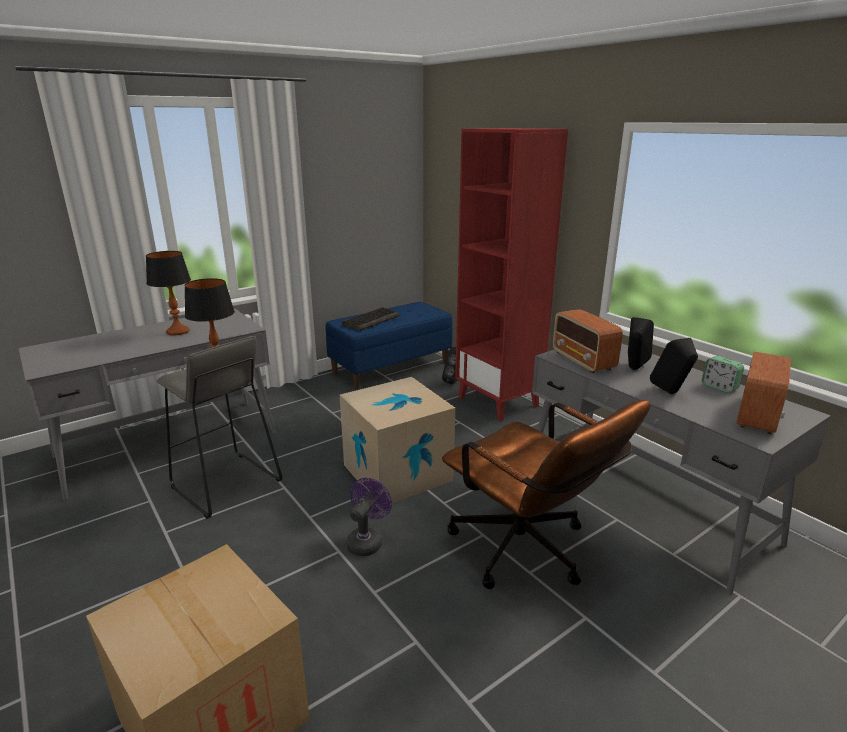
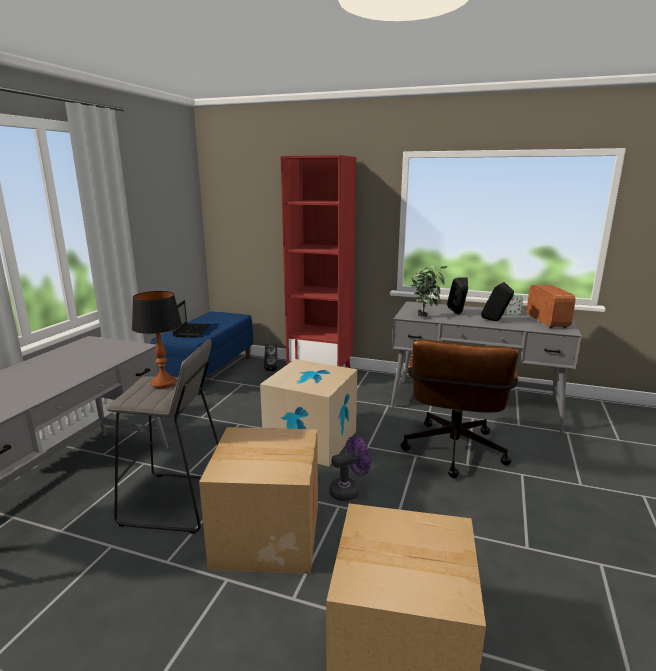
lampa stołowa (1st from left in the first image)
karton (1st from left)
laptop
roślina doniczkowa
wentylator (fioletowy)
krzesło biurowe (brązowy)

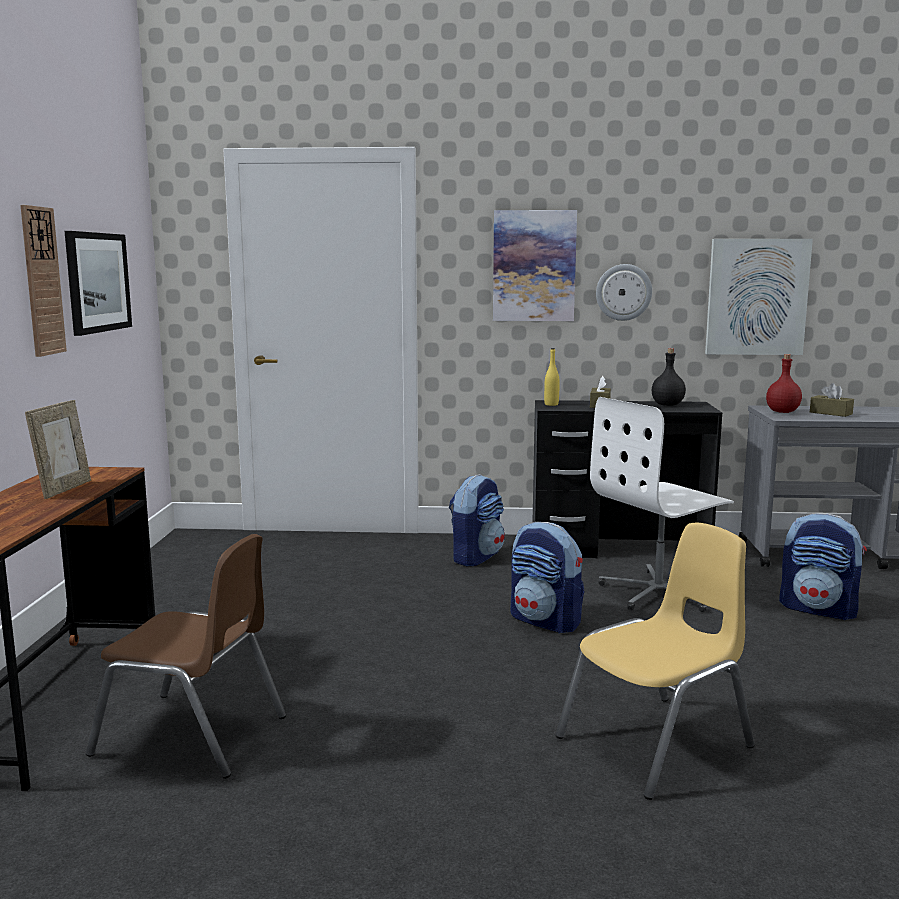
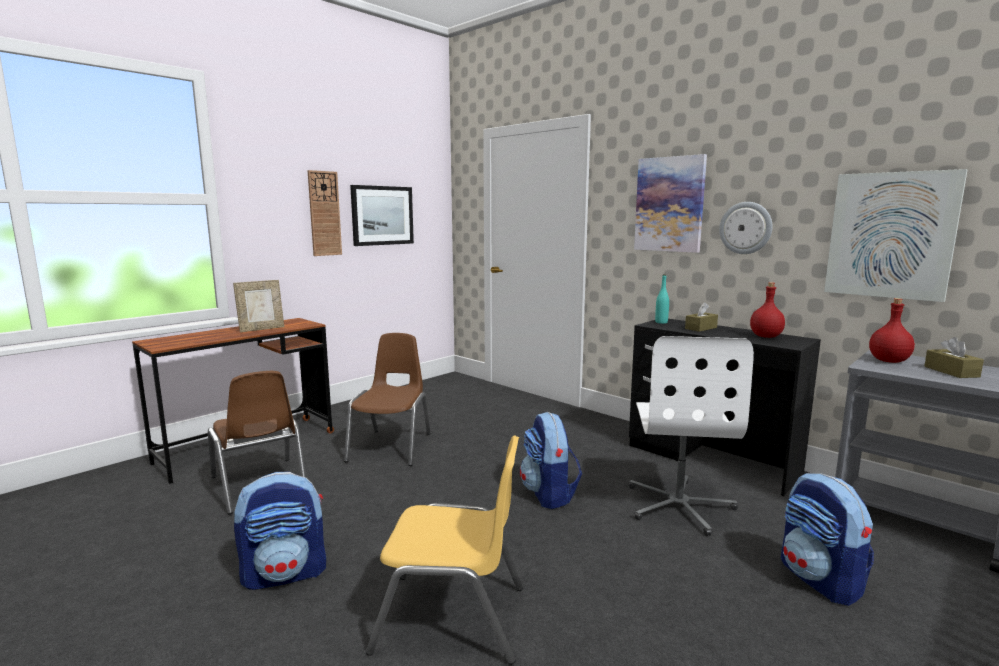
krzesło (brązowy) (2nd from left)
plecak (1st from left)
butelka (turkusowy)
butelka (czerwony) (1st from left)
krzesło biurowe (biały)

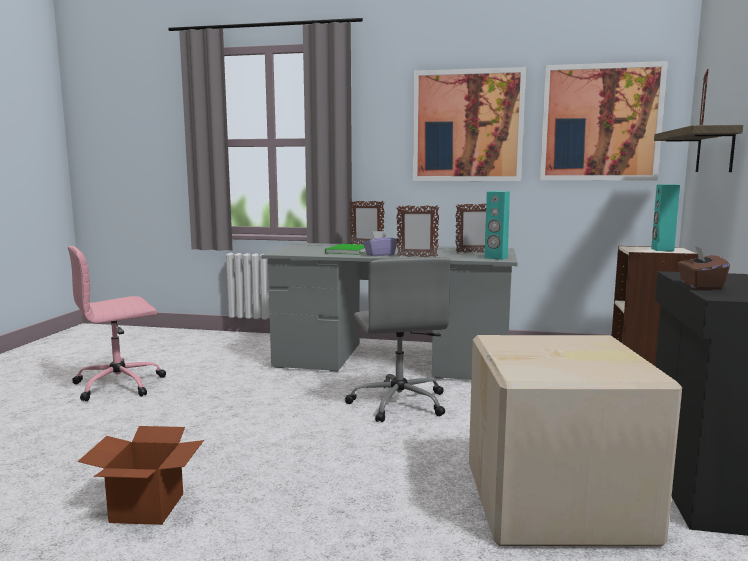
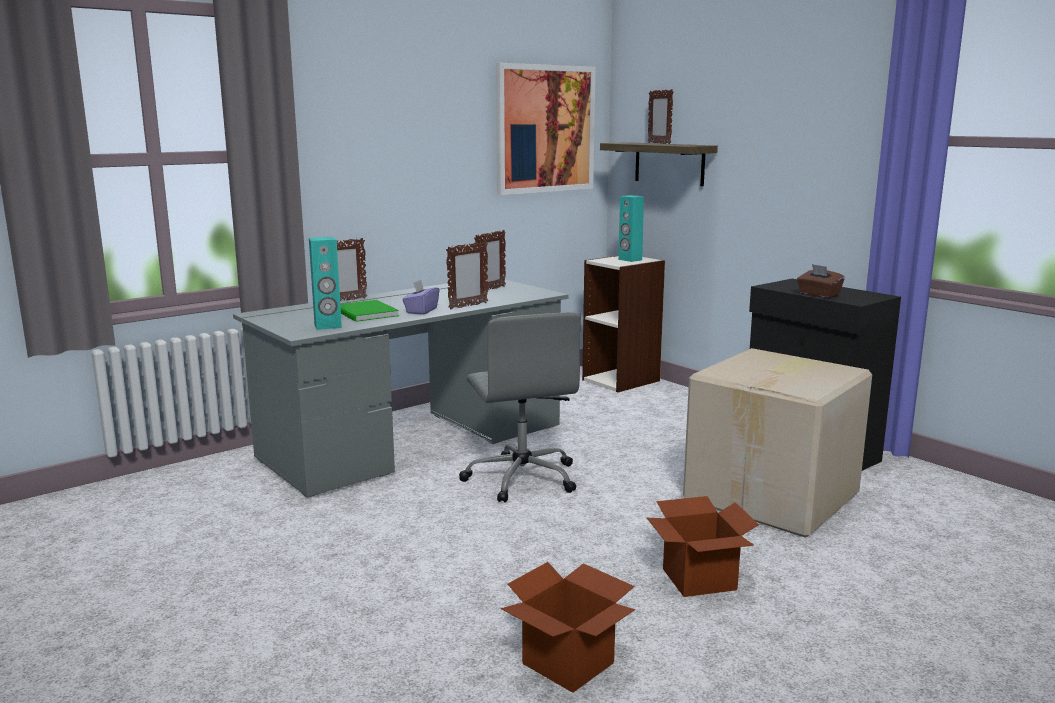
krzesło biurowe (różowy)
obraz (1st from left in the first image)
karton (2nd from left)
głośnik (turkusowy) (1st from left)
krzesło biurowe (szary)

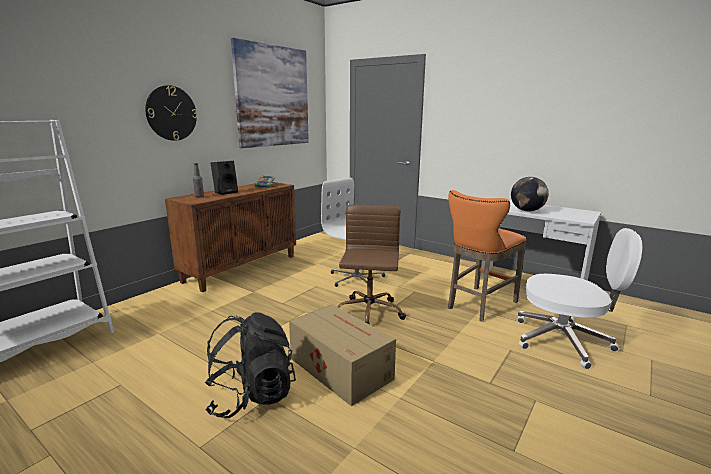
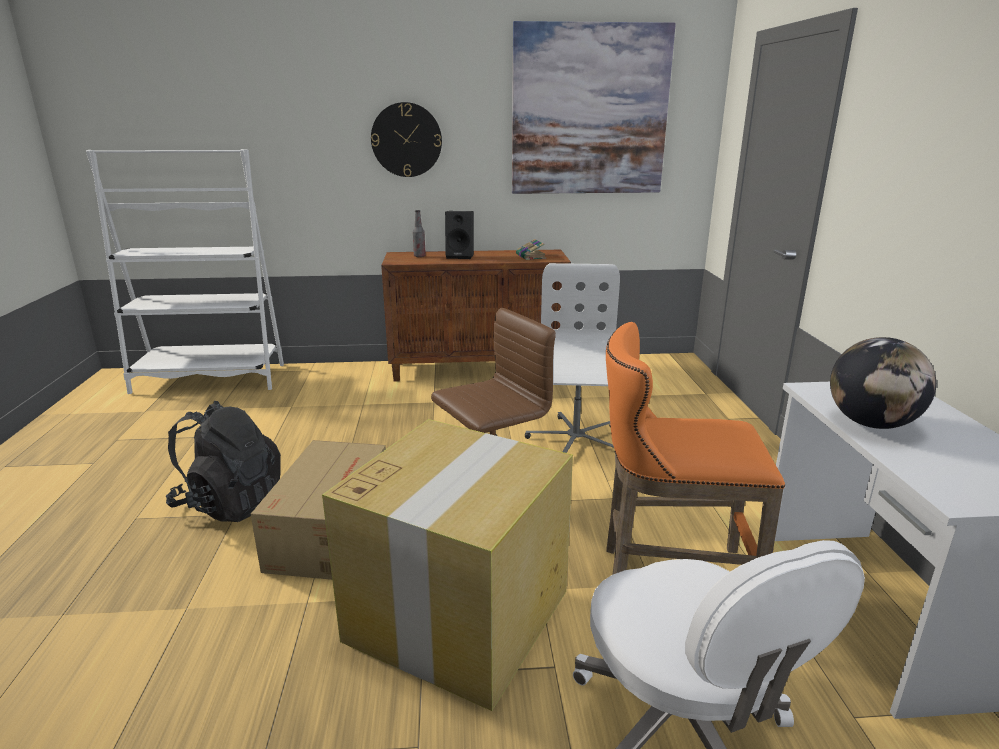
karton (2nd from left)

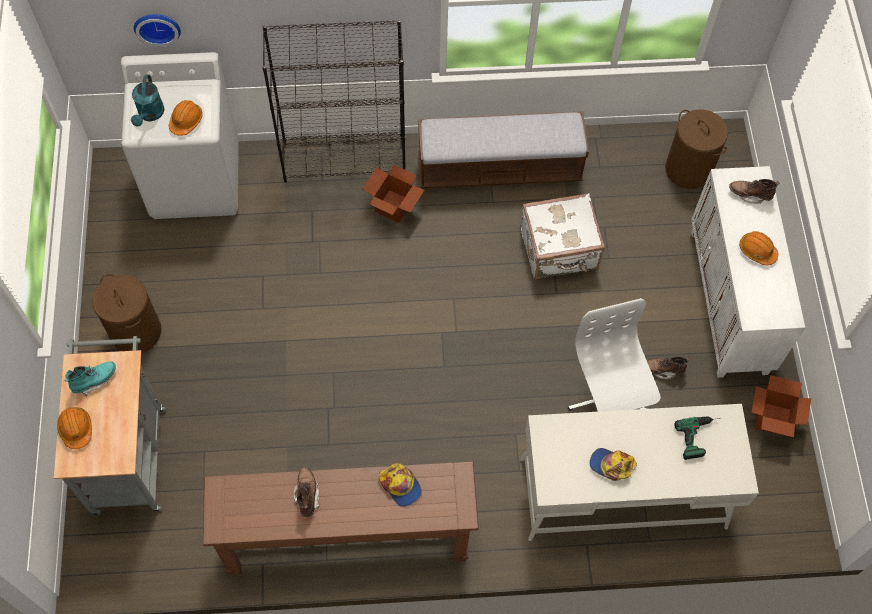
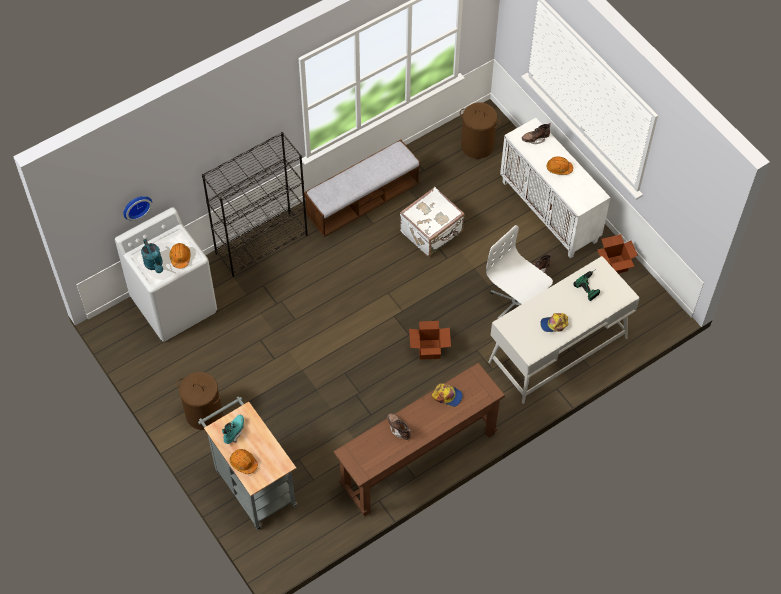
karton (1st from left)

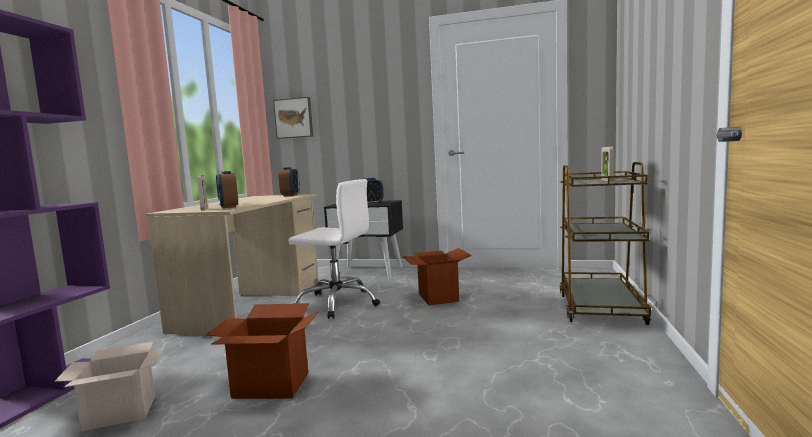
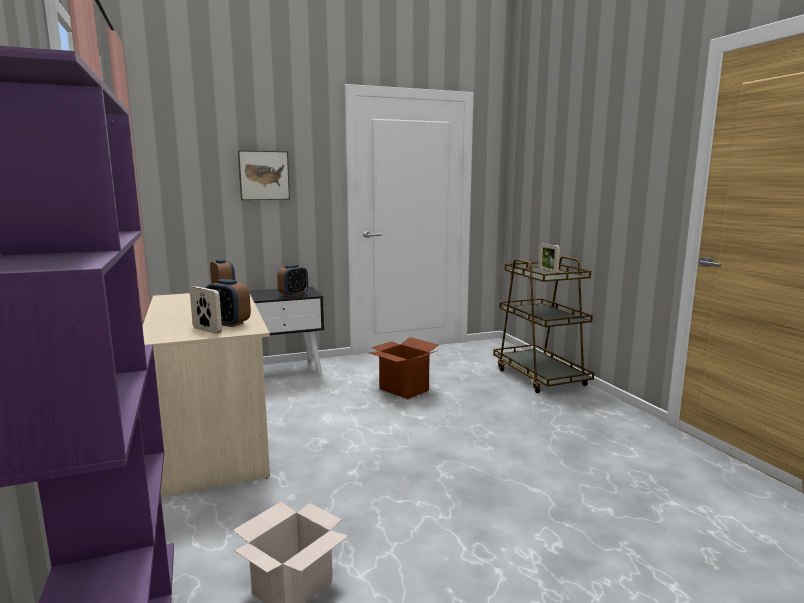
karton (2nd from left in the first image)
krzesło biurowe (biały)
obraz

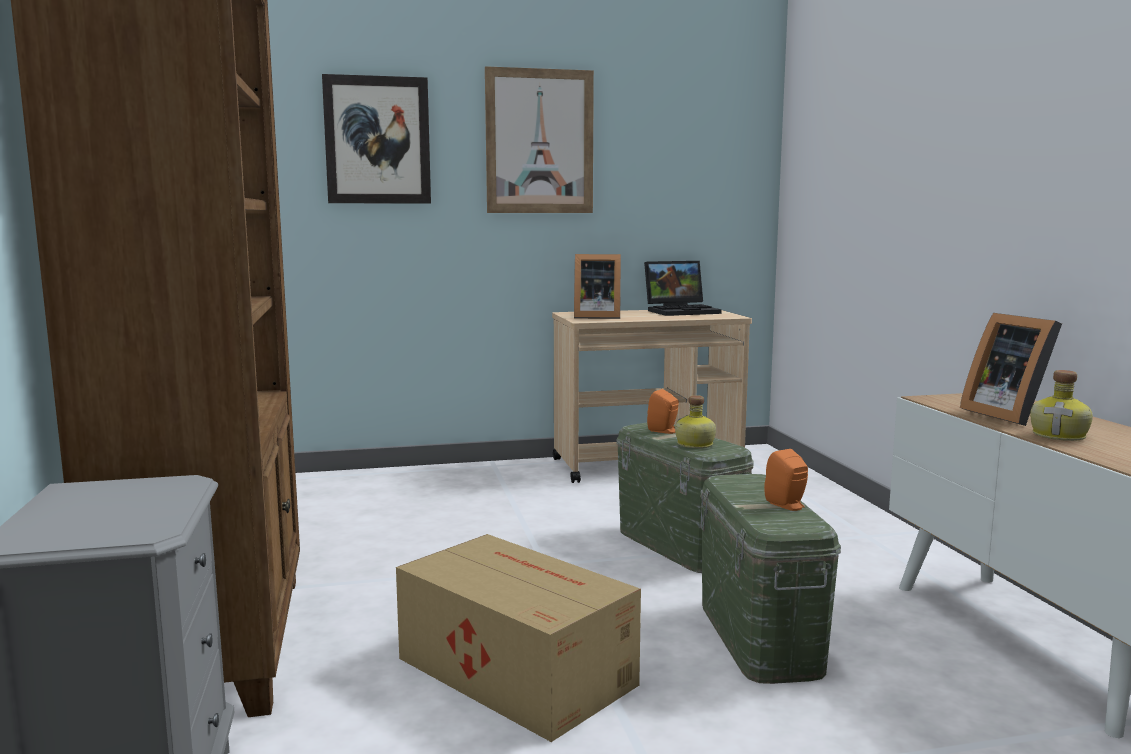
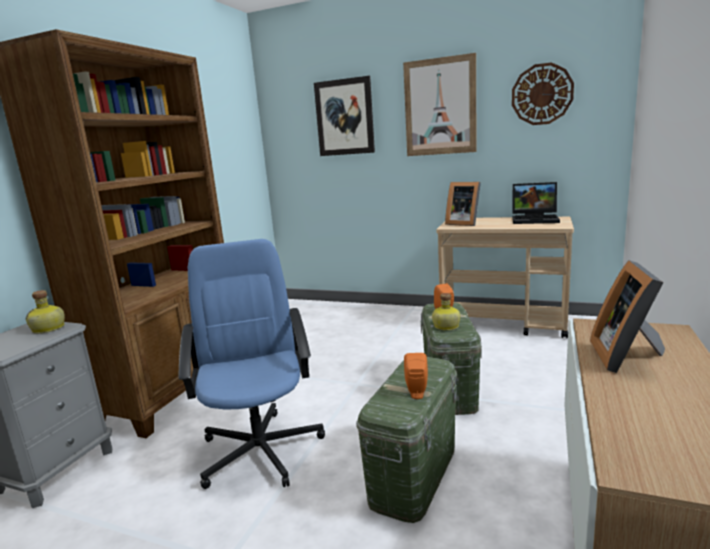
zegar ścienny
butelka (1st from left)
krzesło biurowe (niebieski)

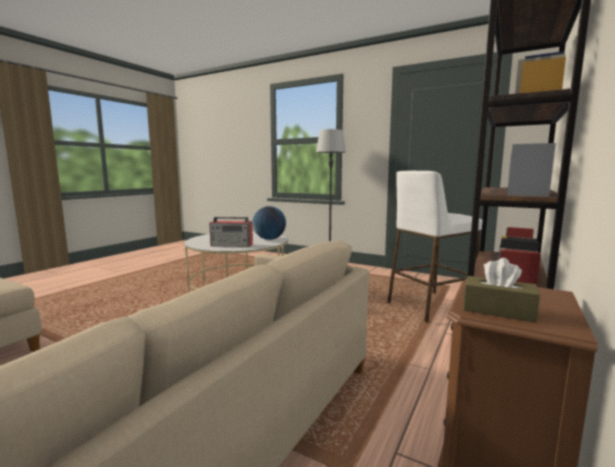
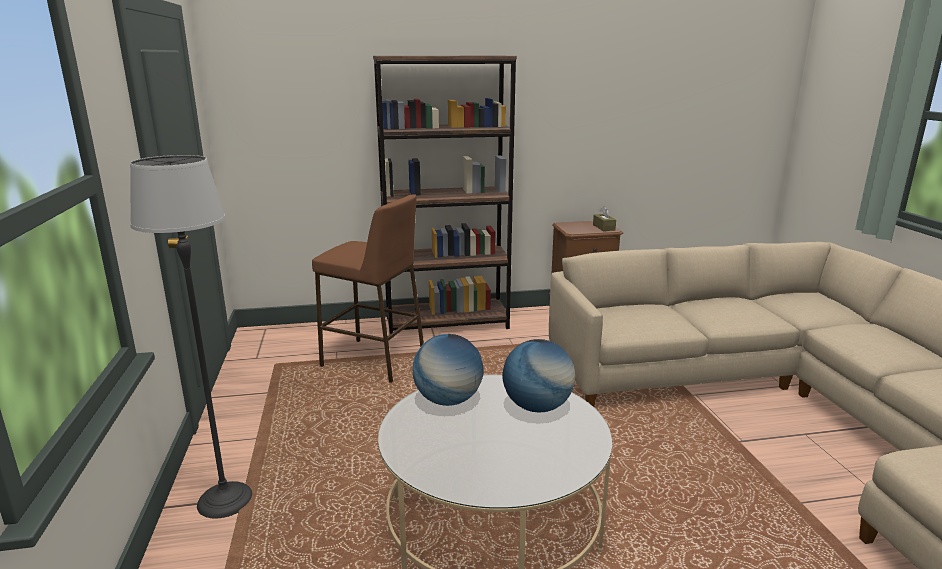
globus (2nd from left)
stołek (brązowy)

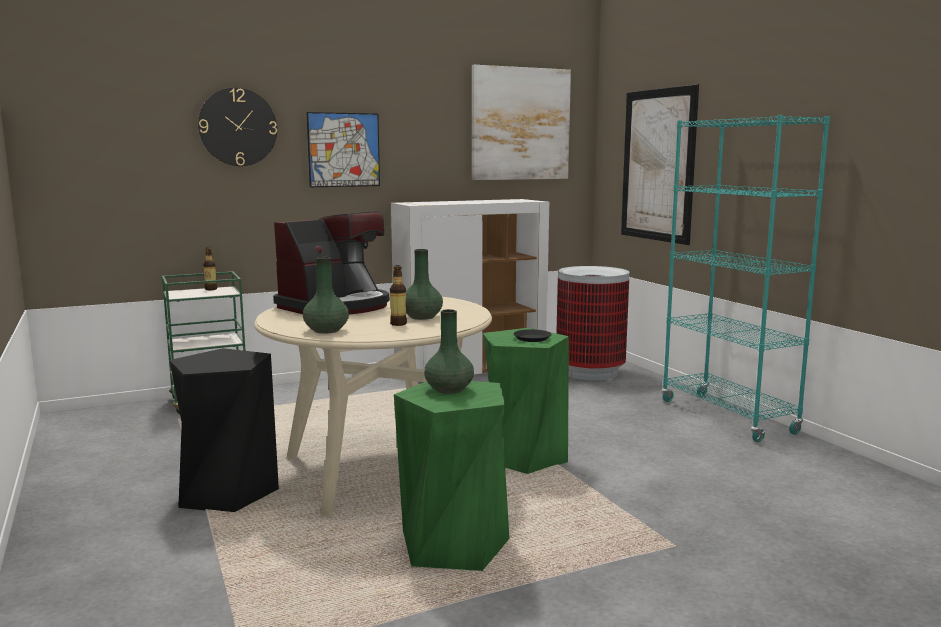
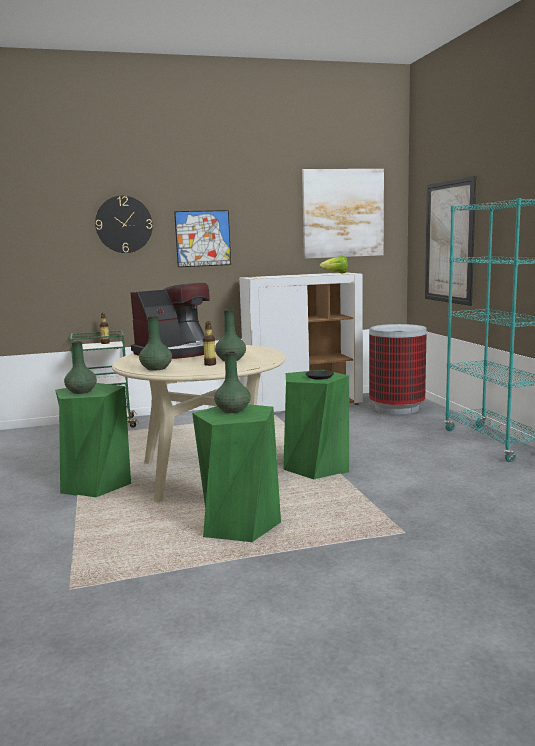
wazon (zielony) (1st from left)
sałata
stołek (zielony) (1st from left)

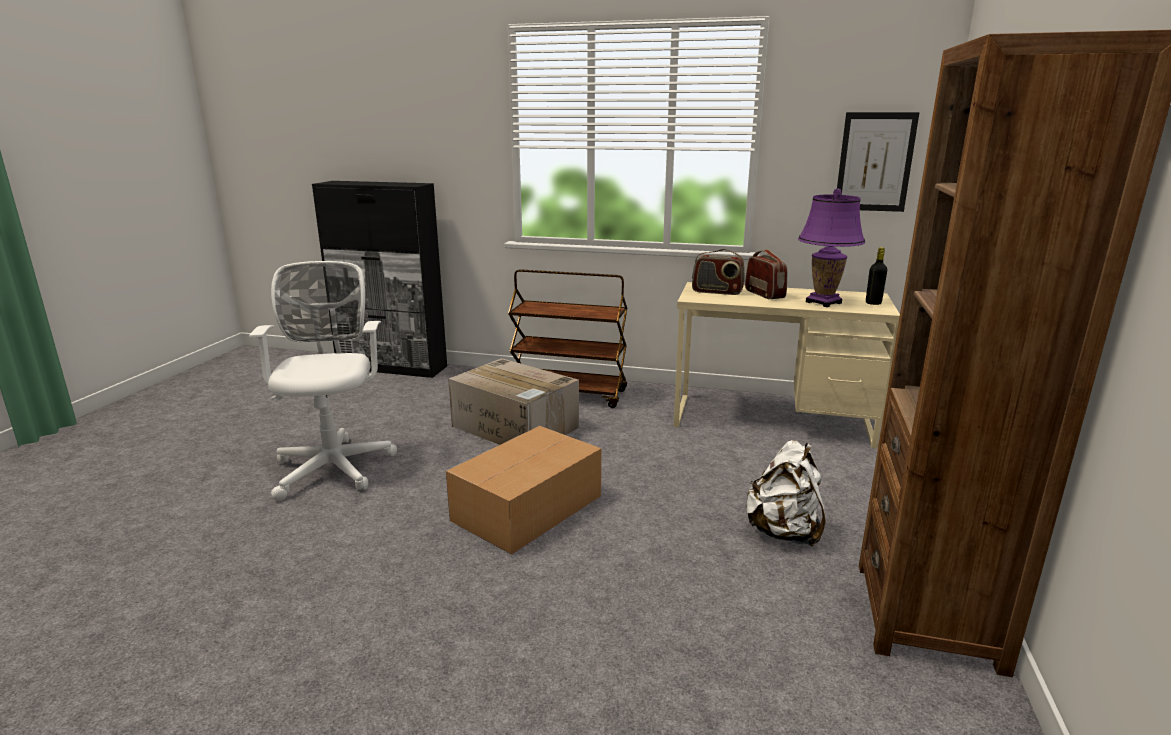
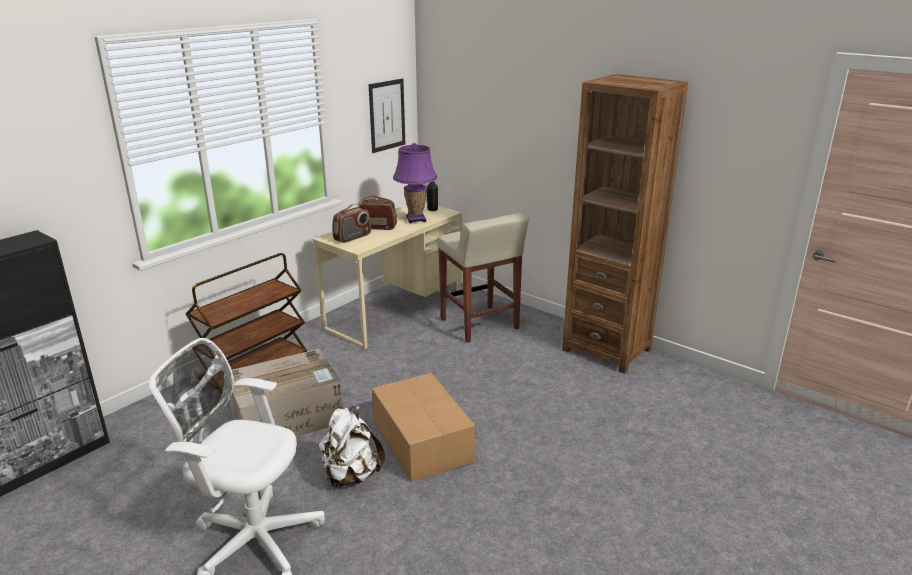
stołek (beżowy)
plecak (biały)

